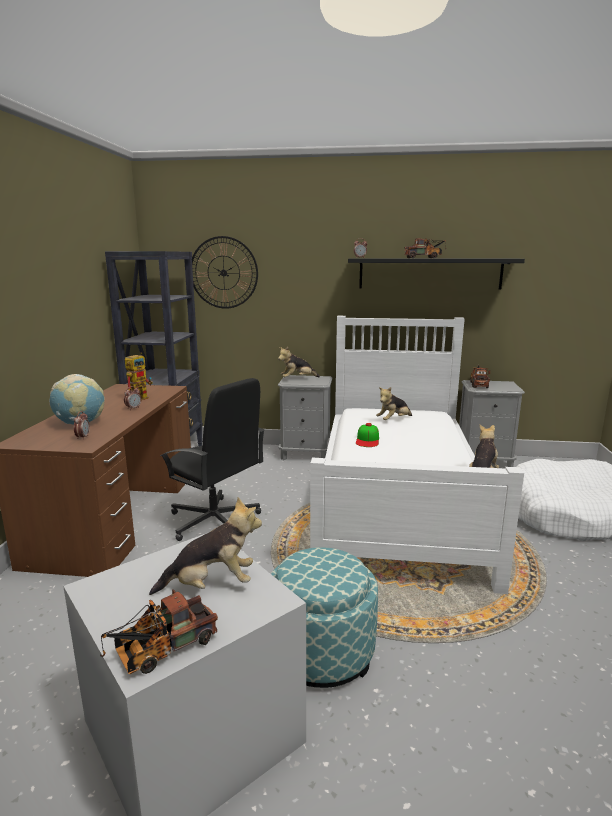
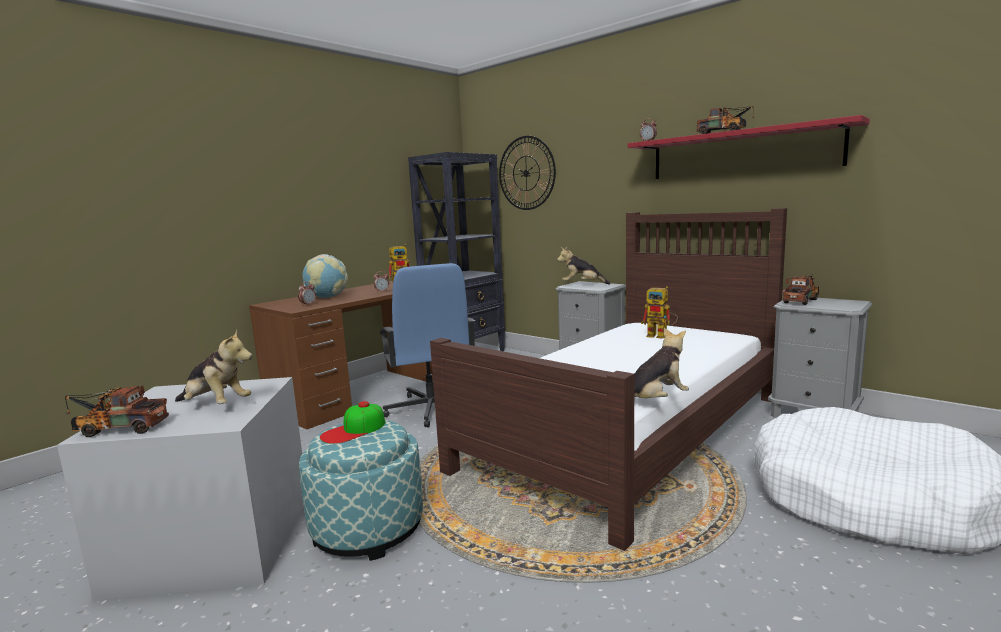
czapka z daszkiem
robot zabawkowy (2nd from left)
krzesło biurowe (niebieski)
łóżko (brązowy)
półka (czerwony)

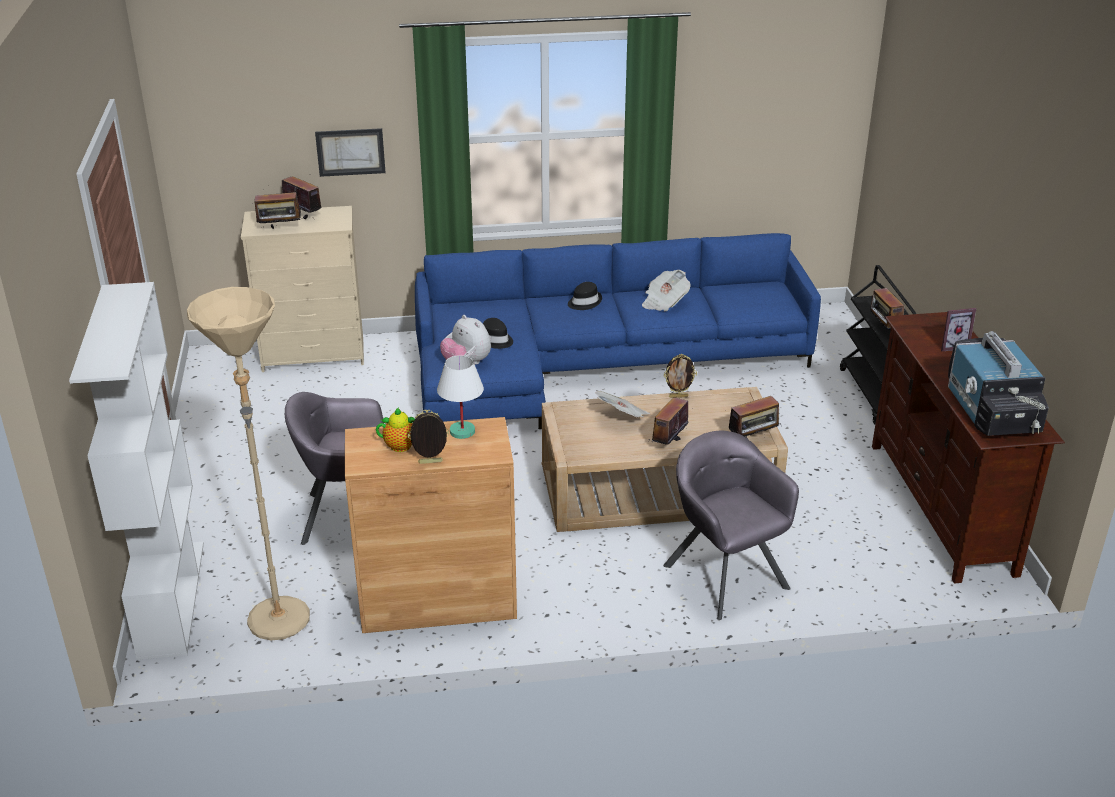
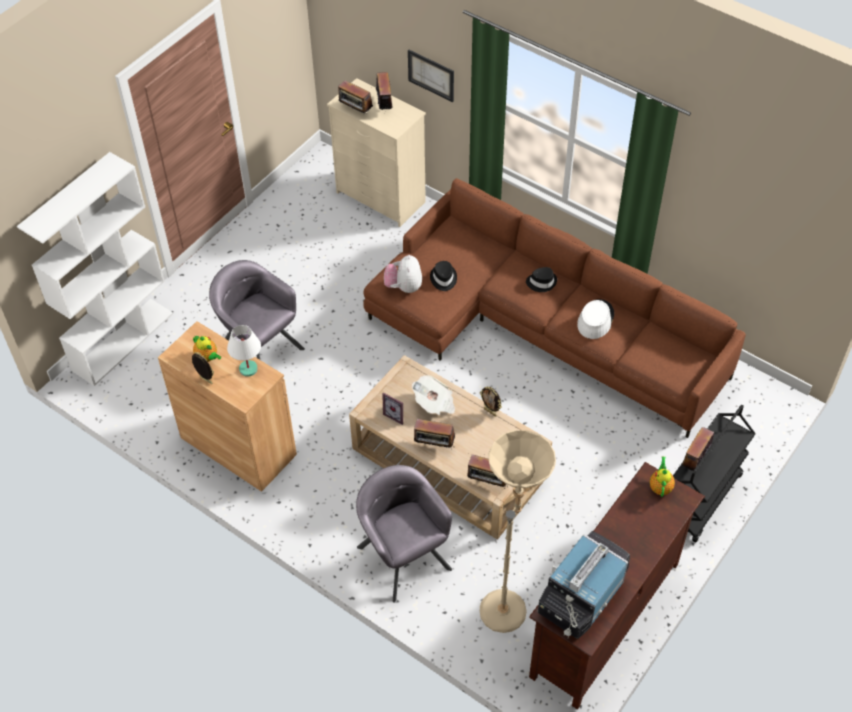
imbryk (2nd from left)
lampa stojąca (beżowy)
ramka na zdjęcie (2nd from left)
kapelusz (biały)
kanapa (brązowy)
radio (3rd from left)
fotel (szary) (2nd from left)

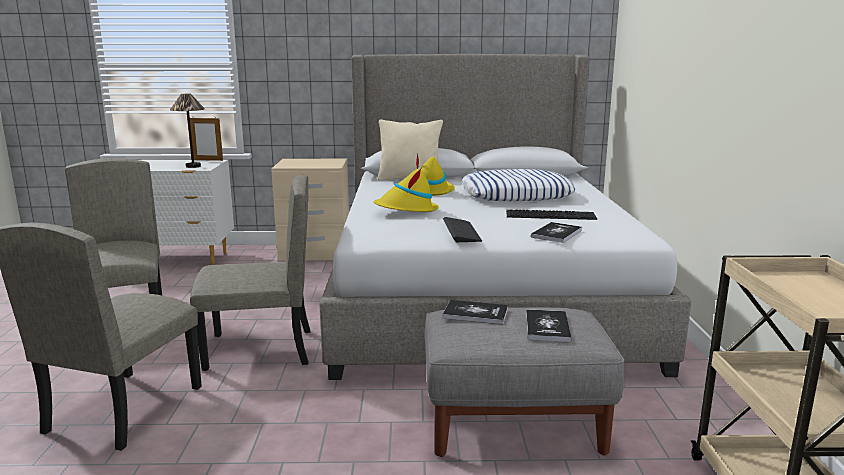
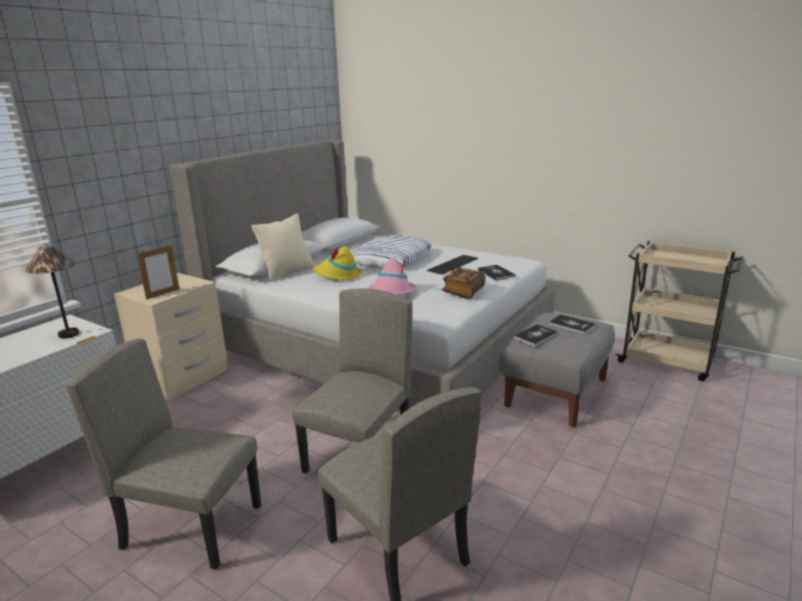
ramka na zdjęcie
książka (1st from left)
kapelusz (różowy)

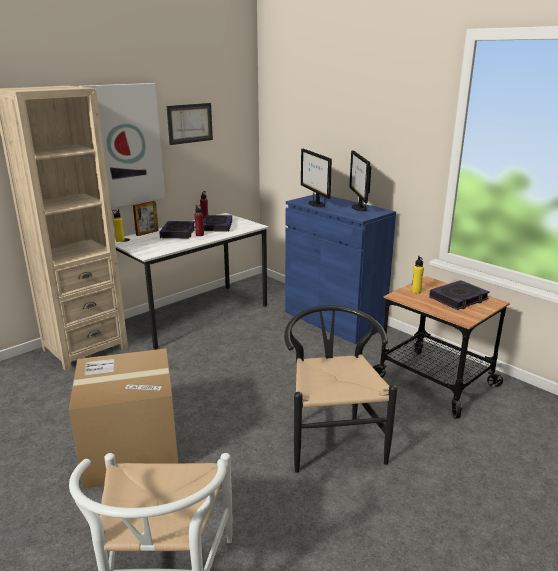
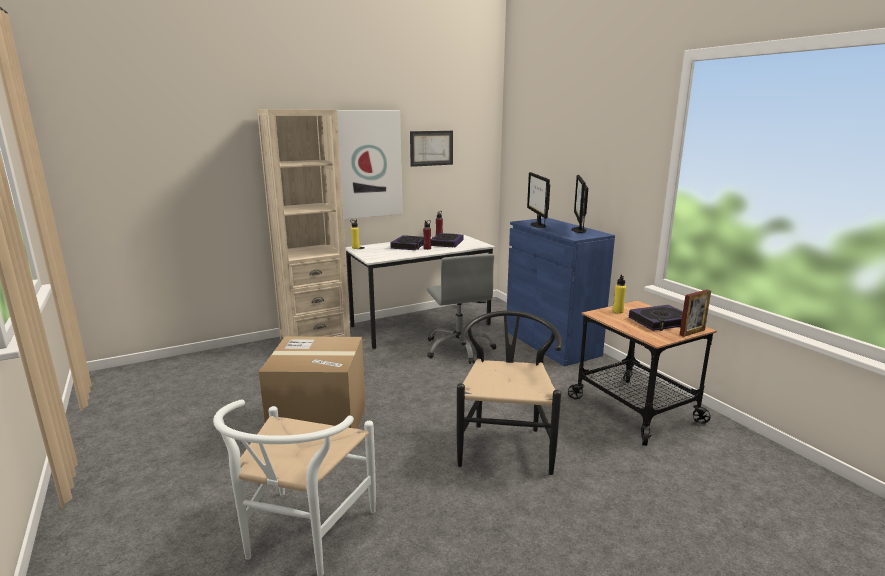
krzesło biurowe (szary)
ramka na zdjęcie

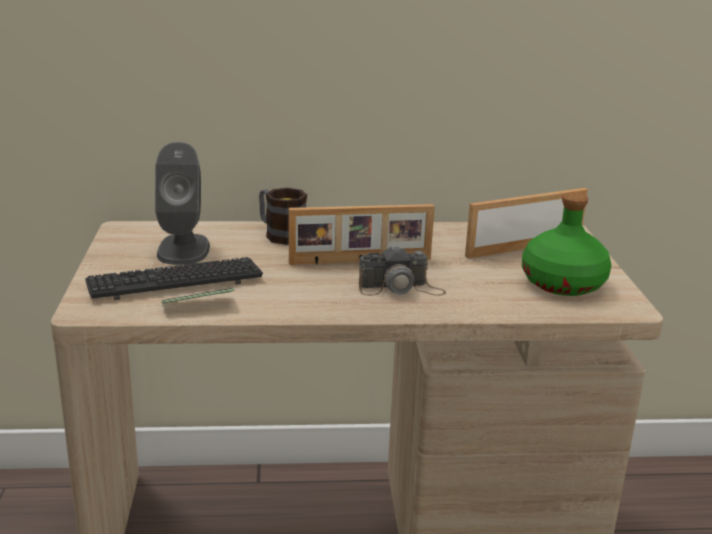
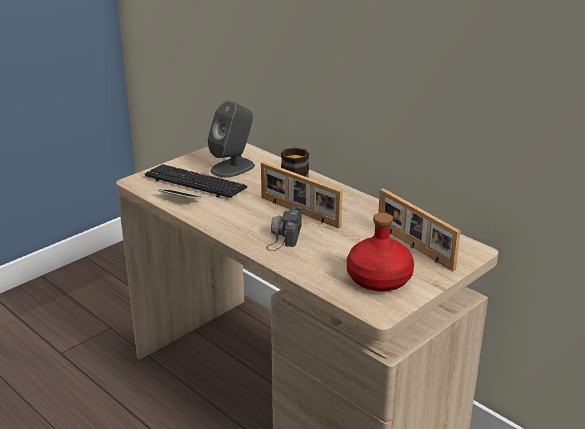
butelka (czerwony)
aparat fotograficzny
ramka na zdjęcie (2nd from left)

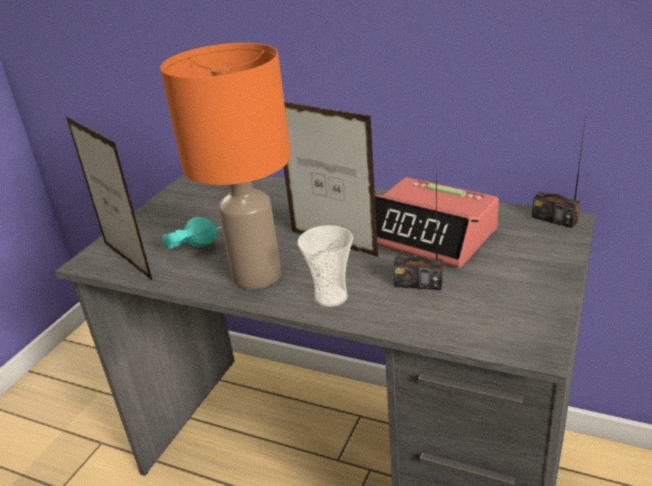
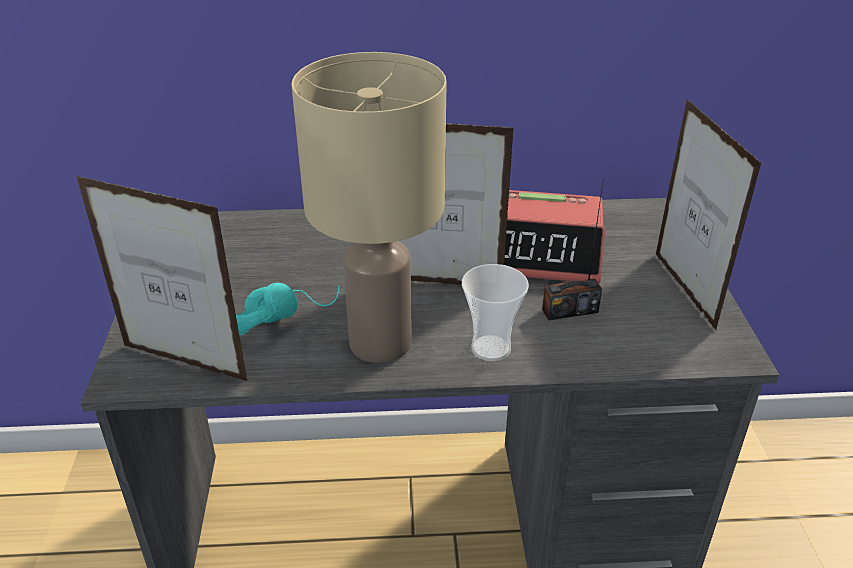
radio (2nd from left in the first image)
ramka na zdjęcie (3rd from left)
lampa stołowa (beżowy)

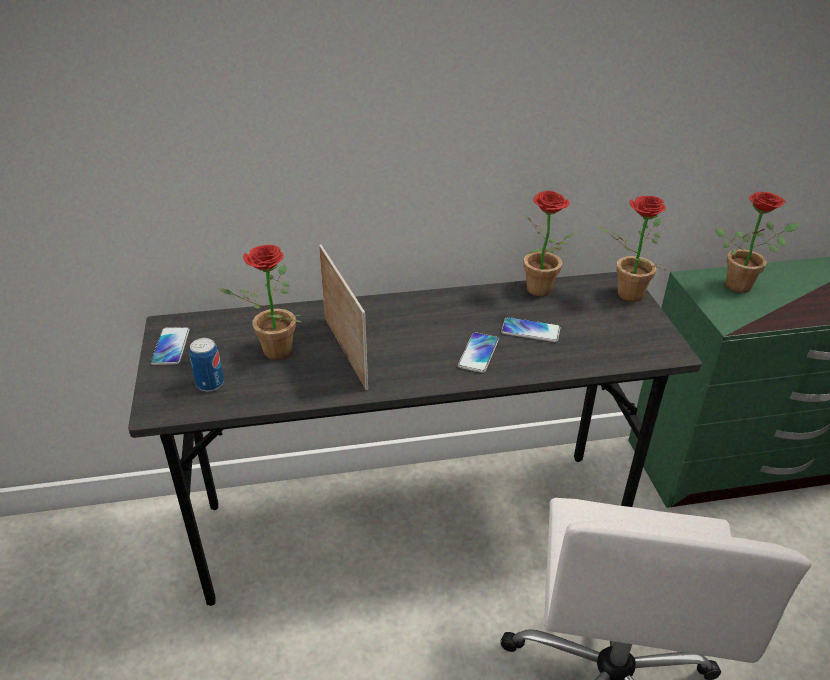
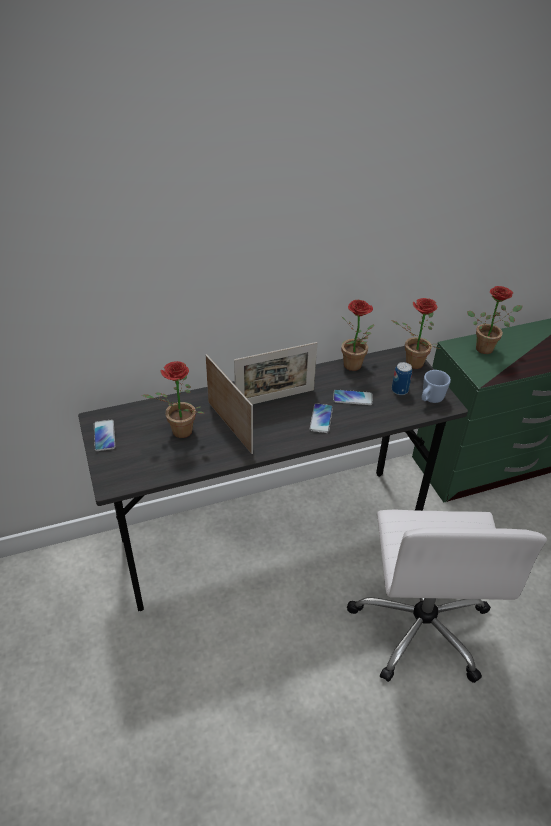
ramka na zdjęcie (2nd from left)
kubek (niebieski)
puszka

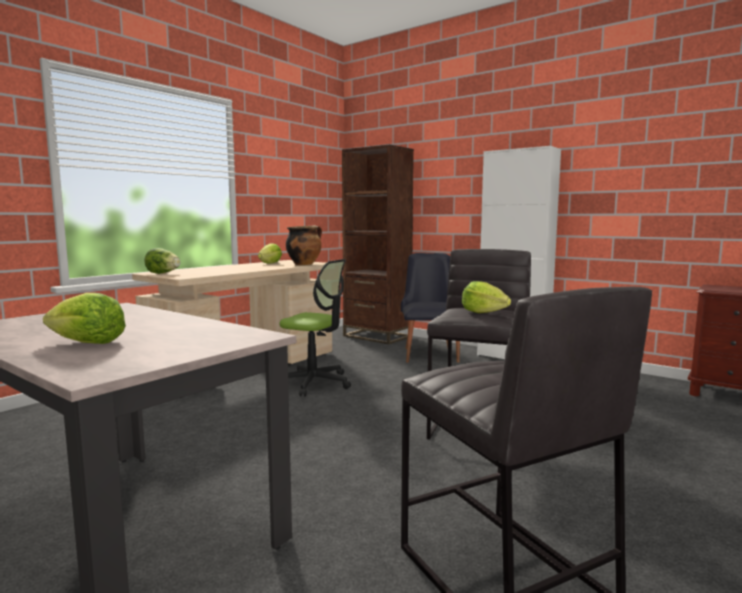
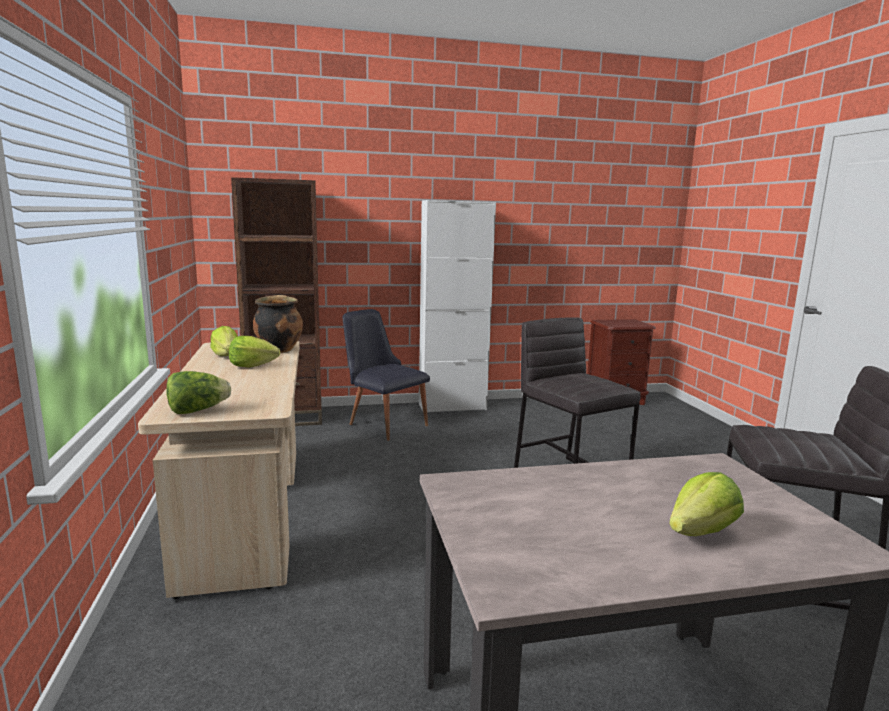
krzesło biurowe
sałata (3rd from left)

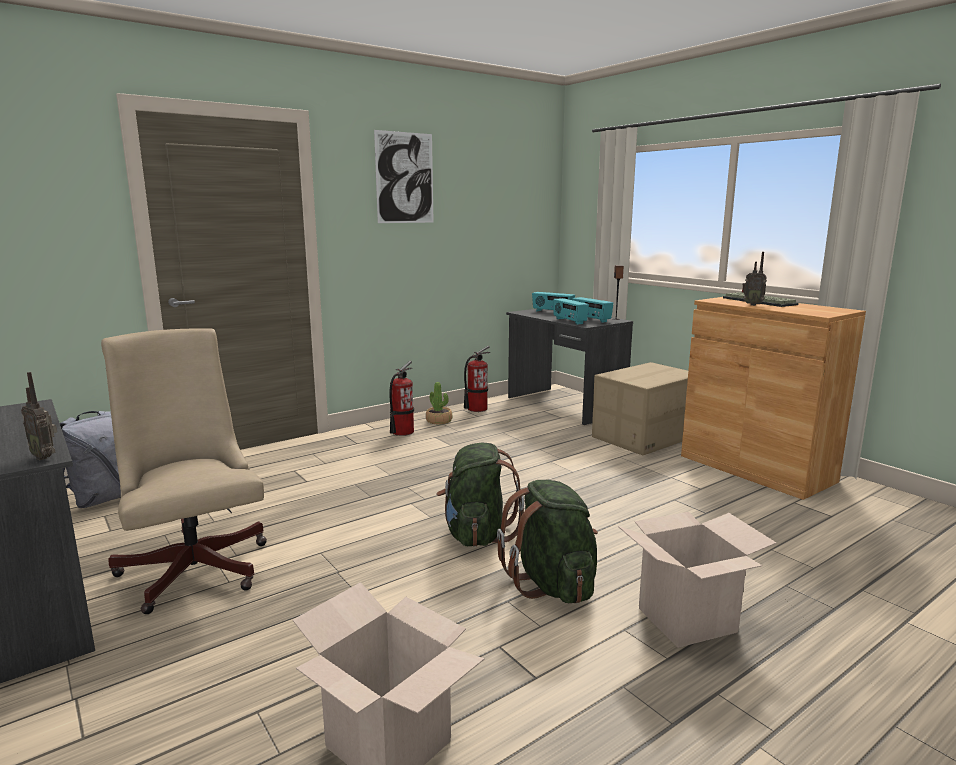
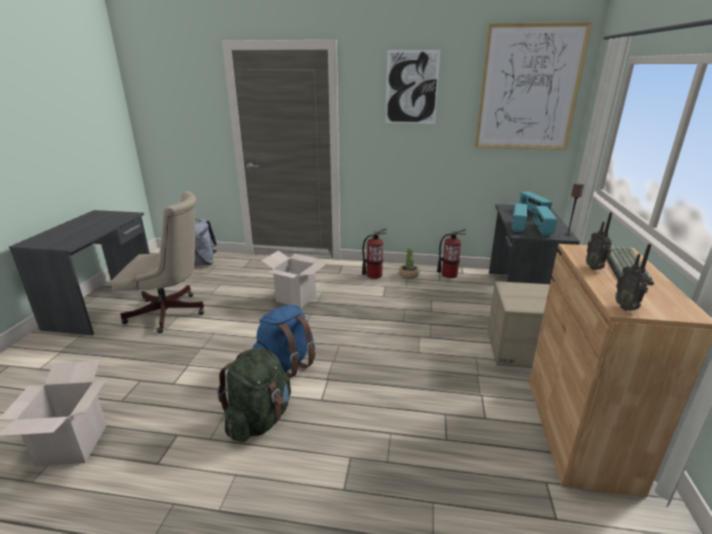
obraz (2nd from left)
radio (5th from left)
karton (2nd from left)
plecak (niebieski)
krzesło biurowe (beżowy)

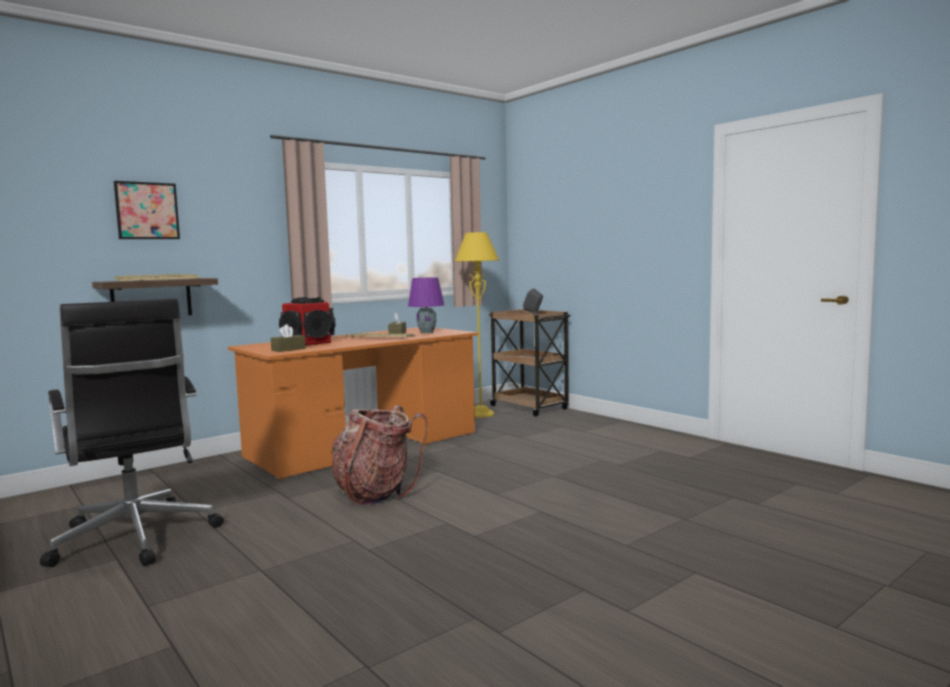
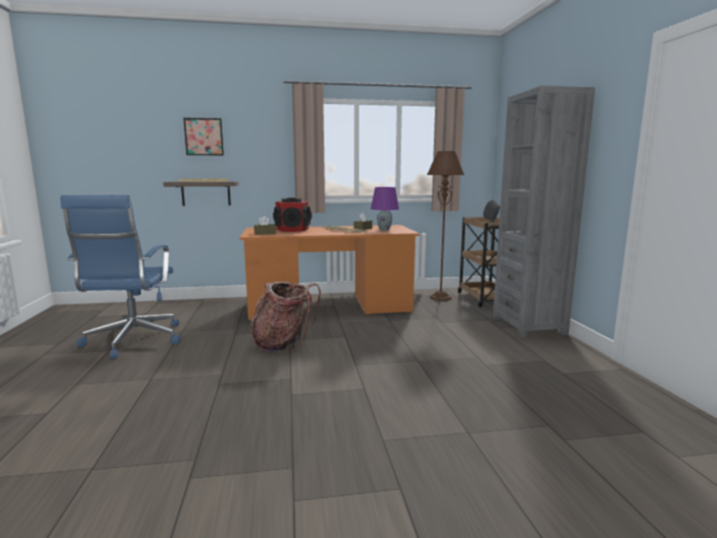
regał (szary)
krzesło biurowe (niebieski)
lampa stojąca (brązowy)

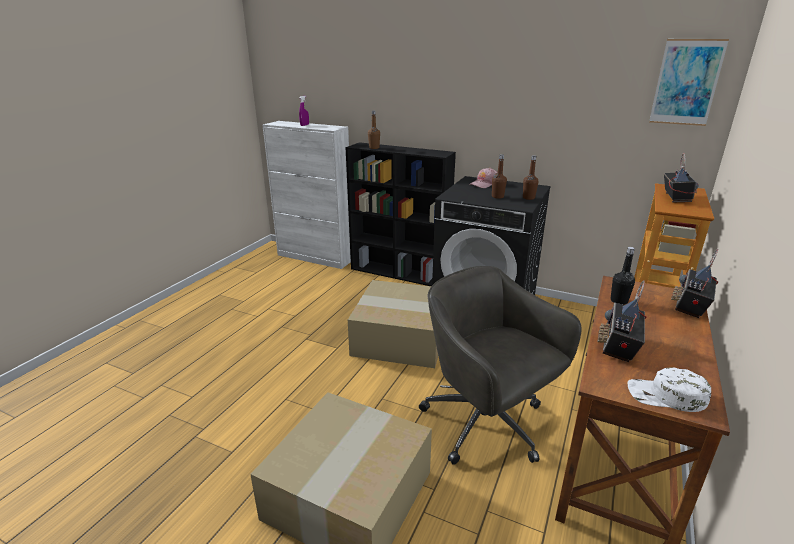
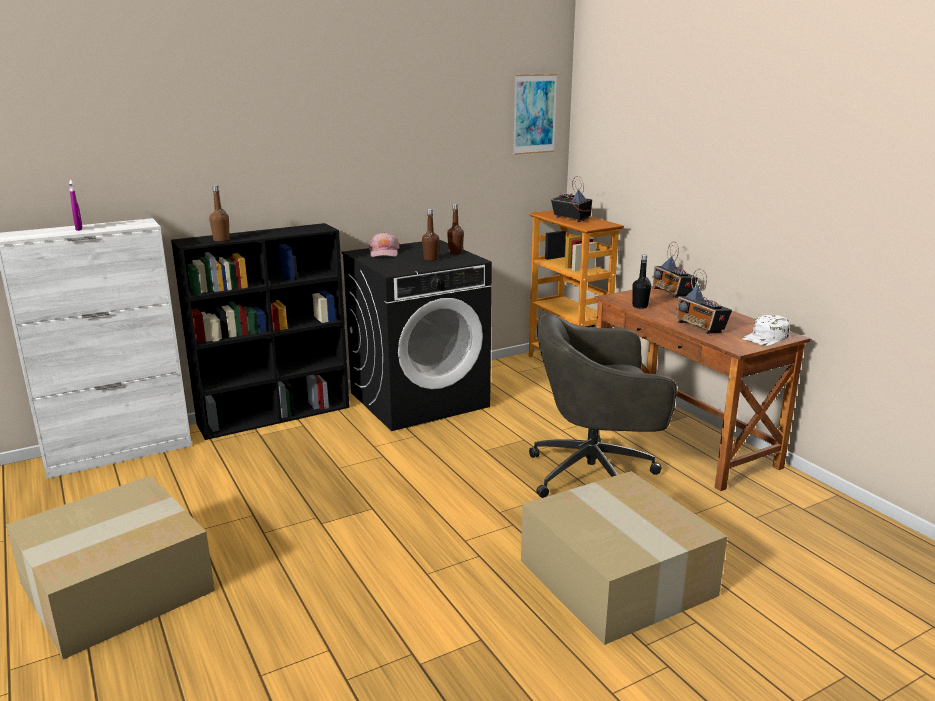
karton (1st from left)

